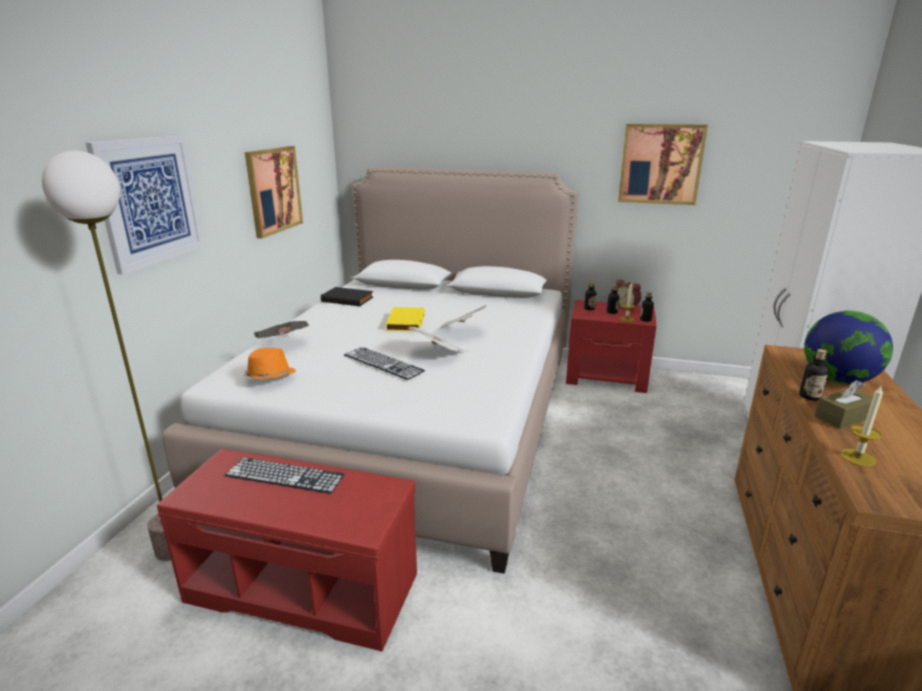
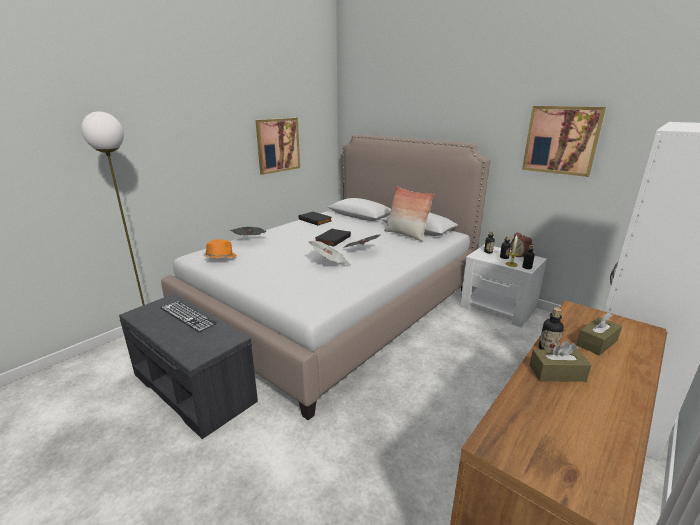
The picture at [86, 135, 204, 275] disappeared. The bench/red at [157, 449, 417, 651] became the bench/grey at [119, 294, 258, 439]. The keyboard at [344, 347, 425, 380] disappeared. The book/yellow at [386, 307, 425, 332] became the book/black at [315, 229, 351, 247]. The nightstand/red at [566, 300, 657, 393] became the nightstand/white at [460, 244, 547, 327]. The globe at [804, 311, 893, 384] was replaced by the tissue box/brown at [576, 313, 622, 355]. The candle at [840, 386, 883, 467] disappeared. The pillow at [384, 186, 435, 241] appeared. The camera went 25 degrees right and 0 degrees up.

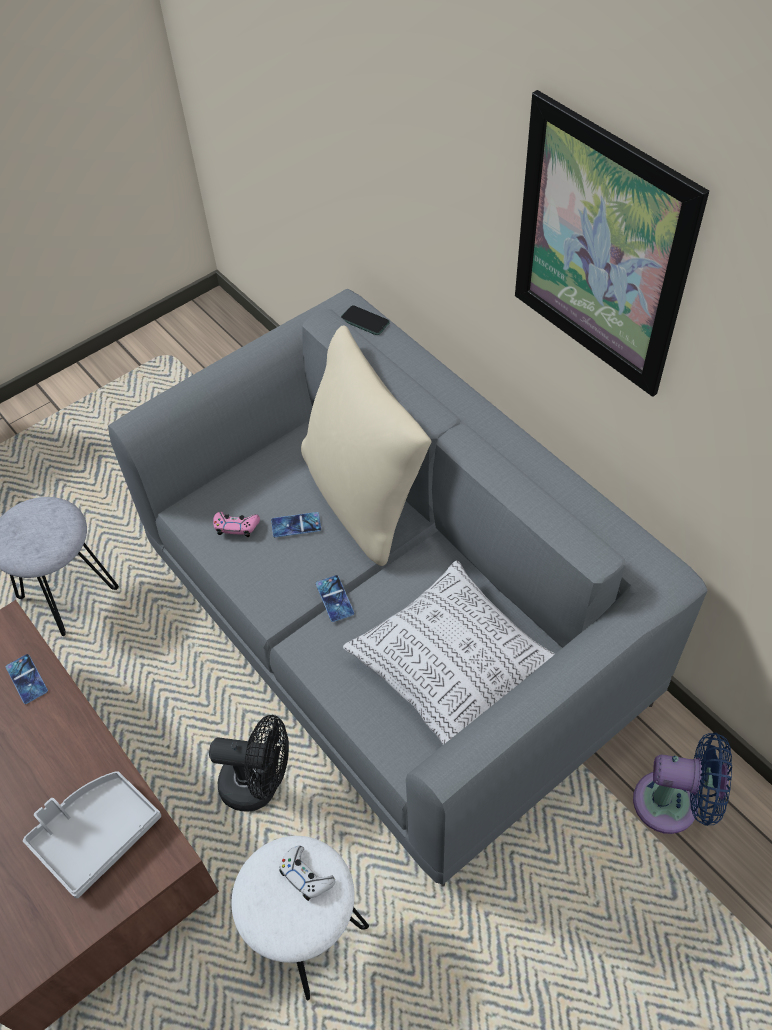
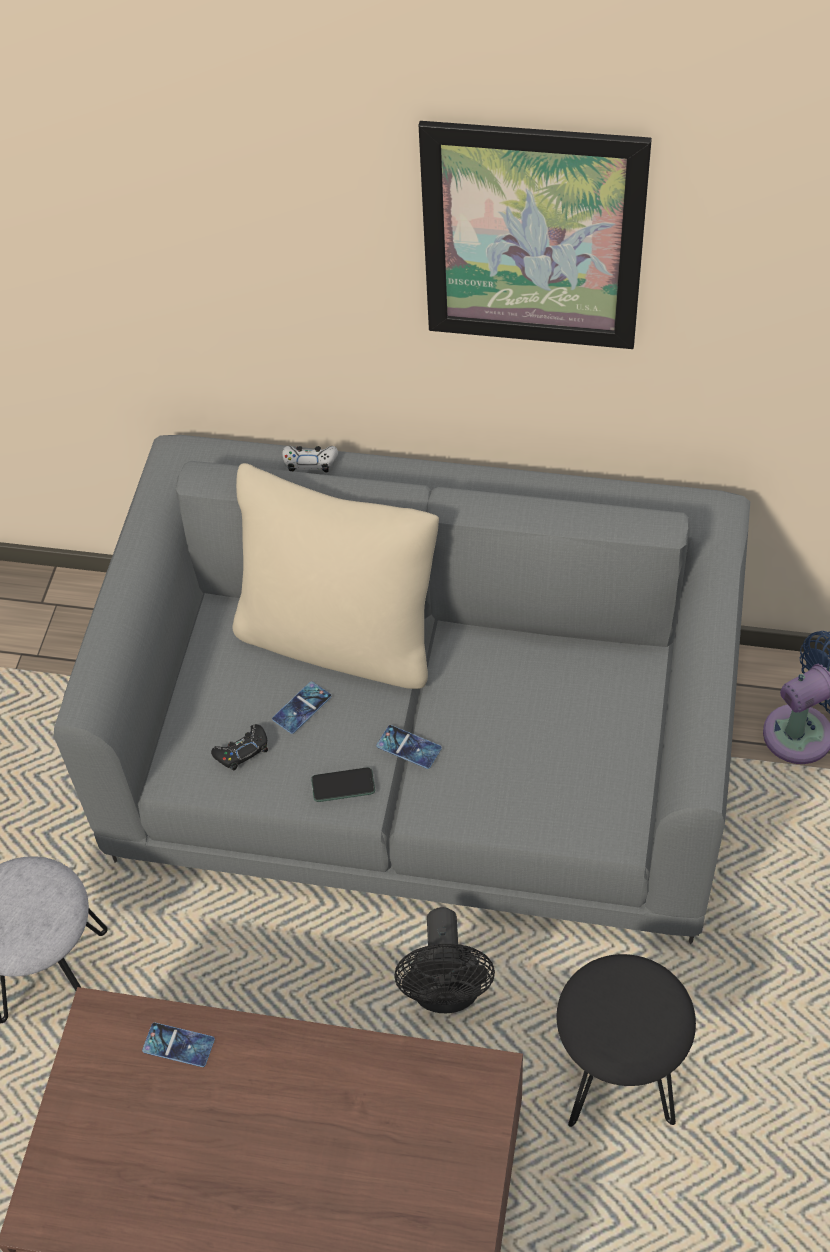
The tray/grey at [23, 771, 161, 898] disappeared. The fan/black at [209, 715, 289, 812] turned 120 degrees clockwise. The game controller/pink at [213, 512, 260, 537] became the game controller/black at [211, 724, 268, 770]. The stool/white at [231, 836, 369, 1000] became the stool/black at [557, 954, 696, 1127]. The game controller/white moved from [279, 845, 335, 901] to [282, 446, 338, 473]. The phone moved from [341, 305, 390, 335] to [311, 767, 375, 802]. The pillow at [343, 561, 556, 745] disappeared. The camera went 40 degrees left and 0 degrees up.

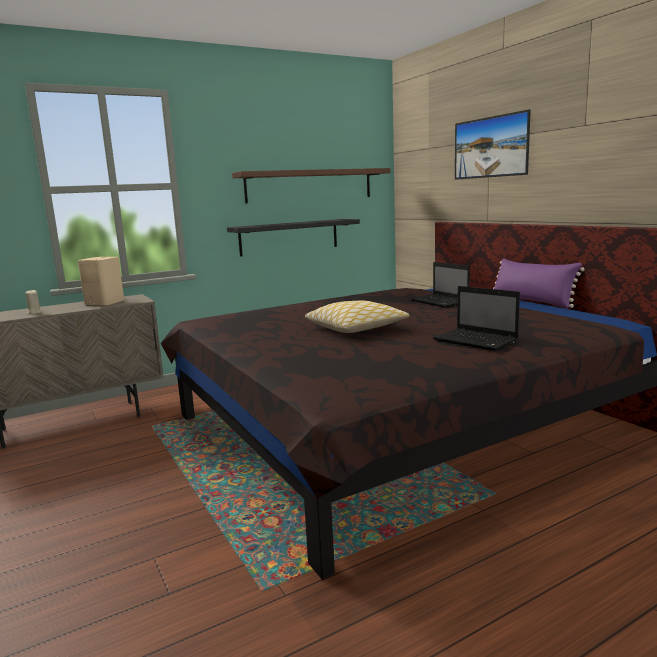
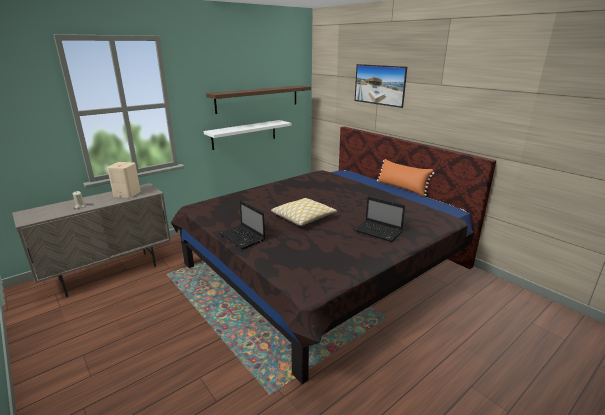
The shelf/black at [227, 219, 360, 256] became the shelf/white at [204, 120, 291, 150]. The laptop moved from [409, 262, 470, 308] to [219, 200, 265, 249]. The pillow/purple at [493, 258, 585, 308] became the pillow/orange at [377, 159, 435, 196]. The camera went 10 degrees left and 10 degrees up.

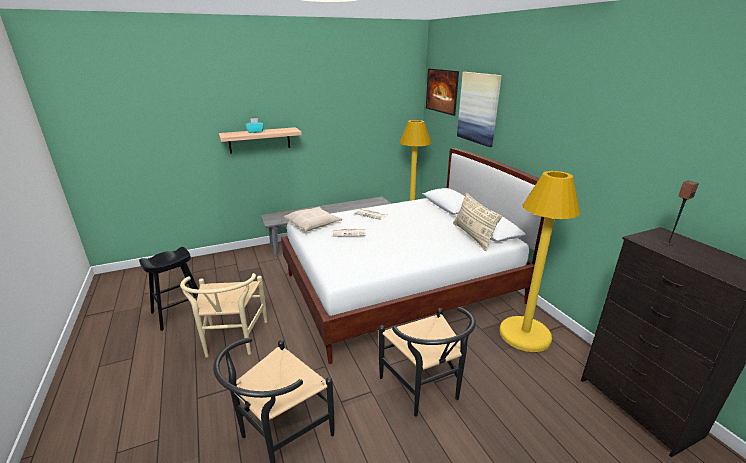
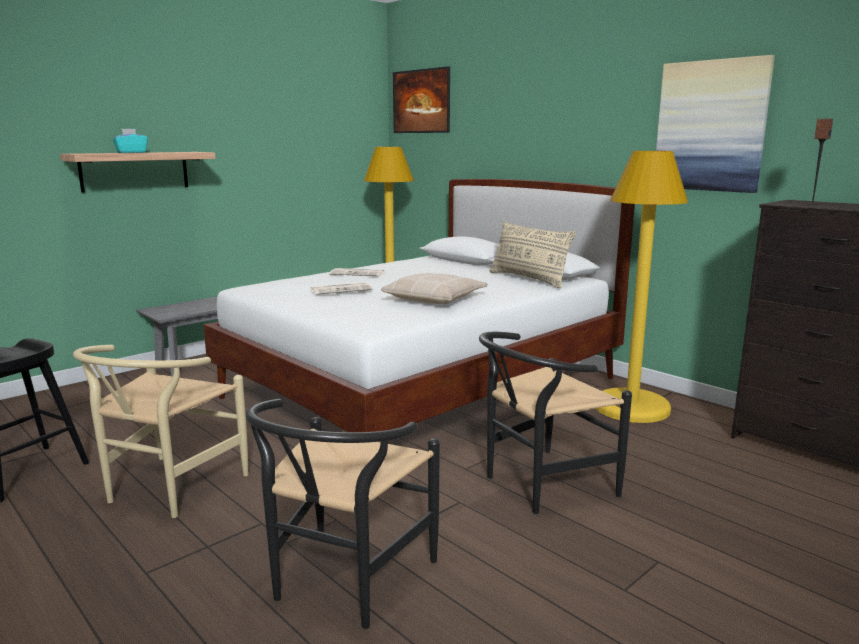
The chair/beige at [180, 273, 267, 358] turned 45 degrees clockwise. The pillow/beige moved from [284, 207, 342, 231] to [381, 273, 488, 304]. The chair/black at [379, 307, 476, 417] turned 105 degrees clockwise. The picture moved from [457, 72, 502, 147] to [656, 55, 775, 193]. The camera went 20 degrees left and 10 degrees down.

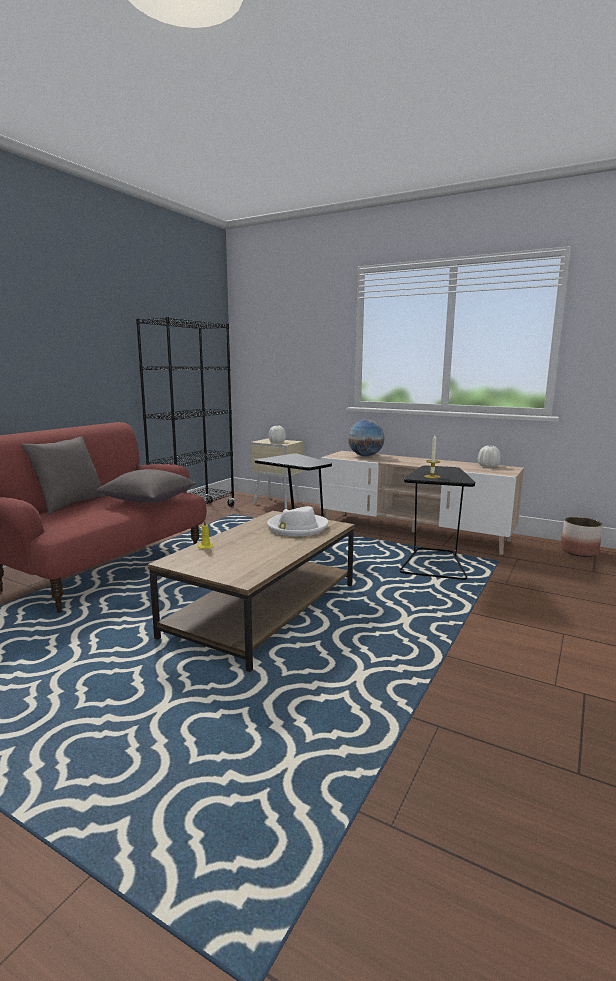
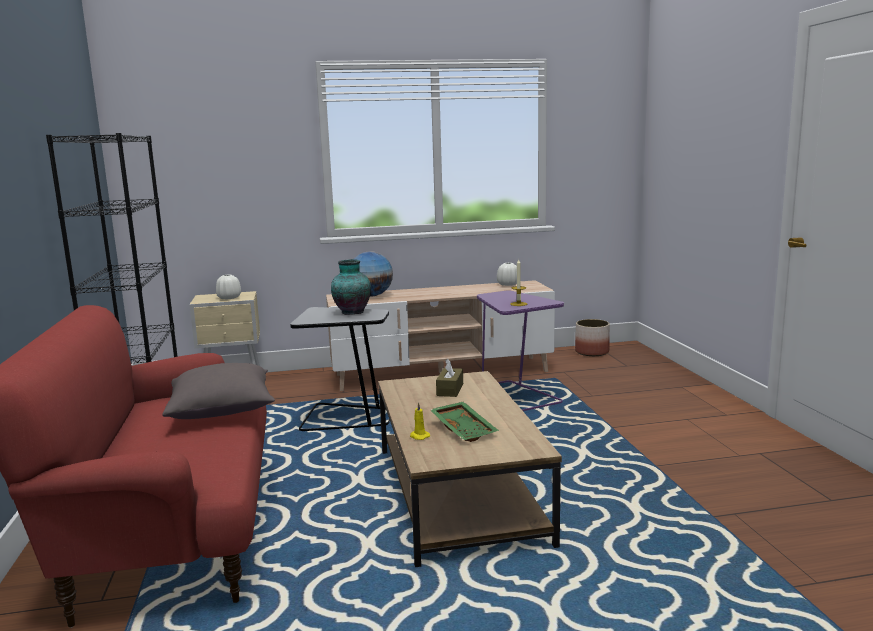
The pillow/grey at [21, 436, 105, 515] disappeared. The hat/white at [267, 506, 328, 536] was replaced by the tissue box/brown at [436, 359, 463, 397]. The side table/black at [399, 466, 476, 580] became the side table/purple at [477, 291, 564, 411]. The vase at [331, 259, 371, 315] appeared. The tray/green at [430, 401, 499, 442] appeared. The camera went 40 degrees left and 0 degrees up.

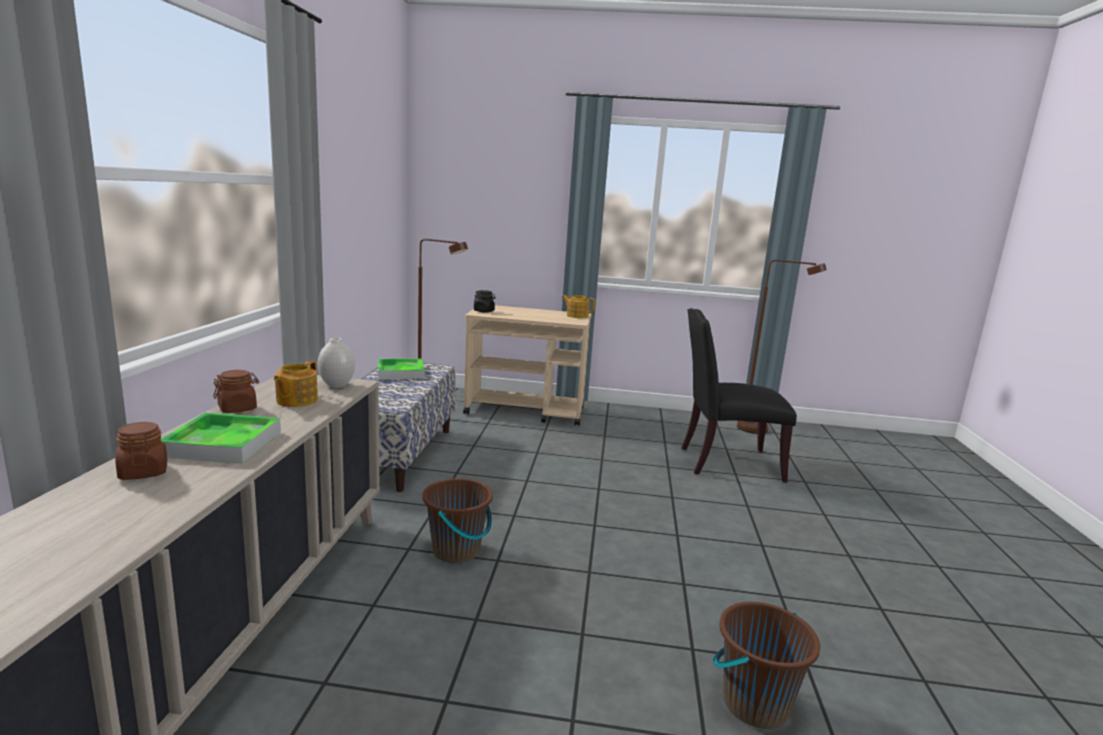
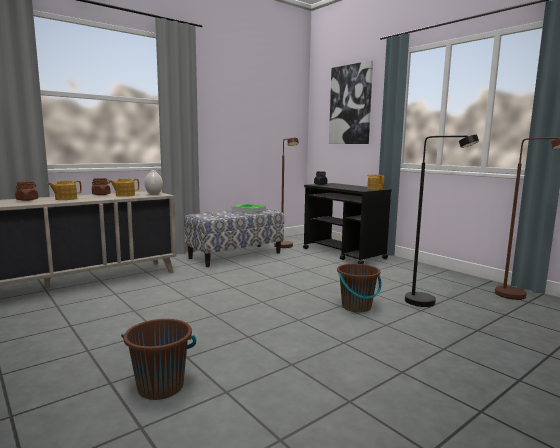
The tray at [161, 412, 281, 463] was replaced by the teapot at [47, 180, 82, 200]. The bucket/brown moved from [422, 478, 493, 563] to [337, 264, 382, 312]. The cart/beige at [463, 305, 592, 426] became the cart/black at [303, 183, 392, 264]. The chair/black at [681, 308, 797, 483] was replaced by the floor lamp/black at [405, 135, 479, 307]. The picture at [329, 61, 373, 144] appeared. The camera went 45 degrees right and 5 degrees down.

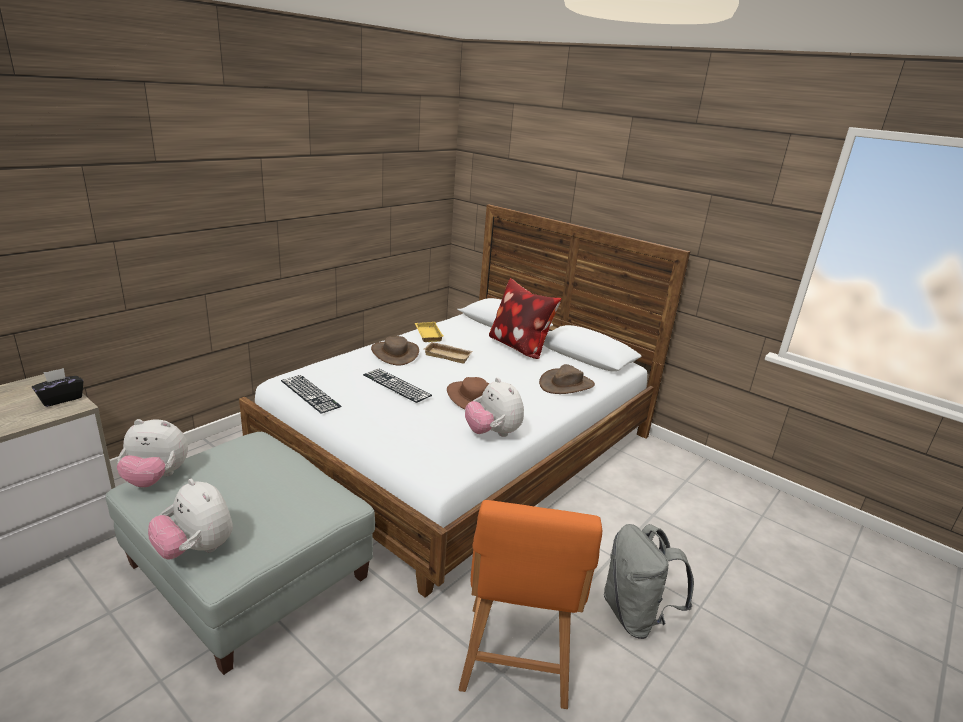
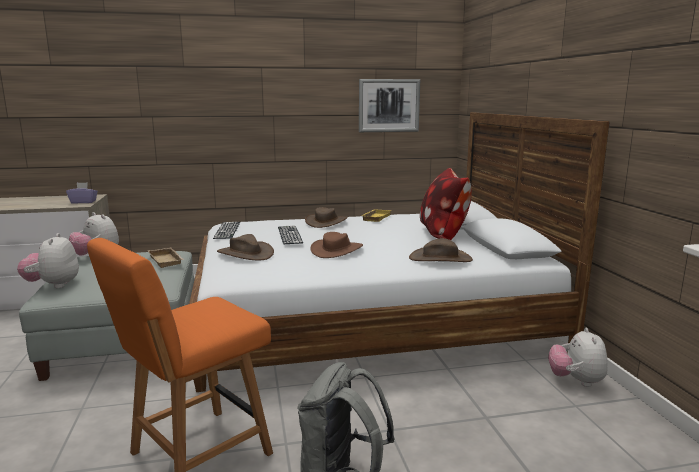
The tissue box/black at [32, 368, 83, 407] became the tissue box/purple at [66, 182, 98, 204]. The tray/beige moved from [424, 342, 473, 364] to [147, 248, 184, 268]. The plush toy moved from [465, 378, 524, 437] to [548, 328, 608, 387]. The hat/brown at [217, 234, 274, 260] appeared. The picture at [359, 79, 420, 132] appeared. The camera went 40 degrees right and 10 degrees down.

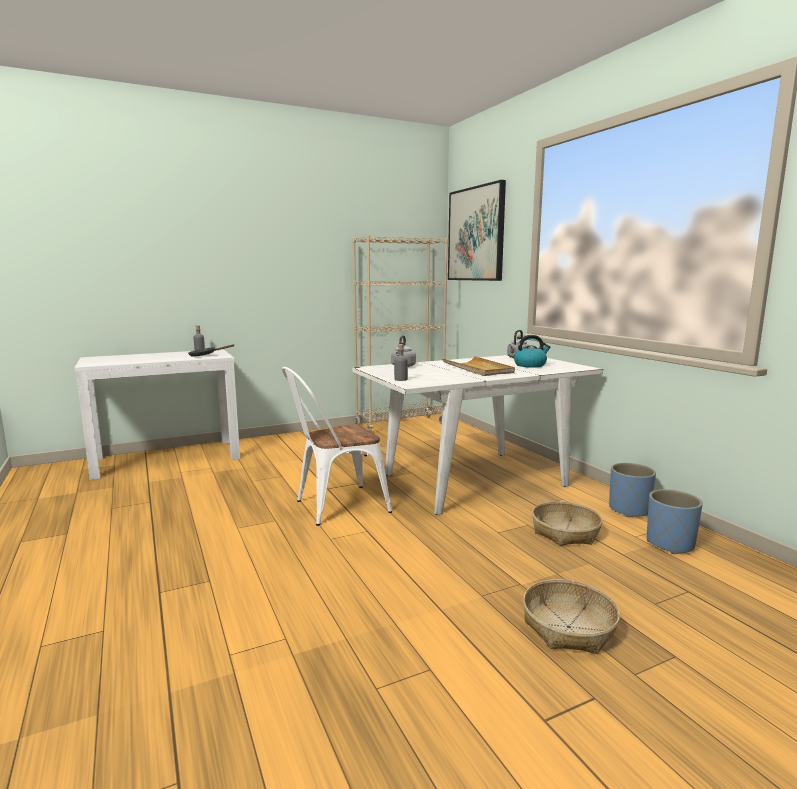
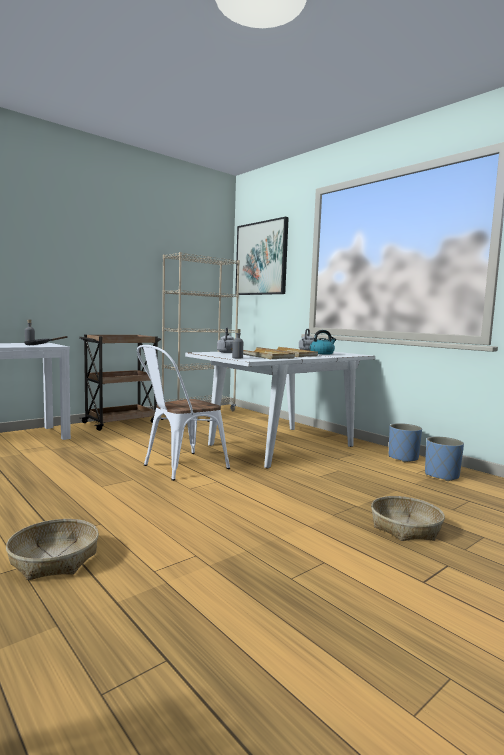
The basket moved from [532, 501, 603, 546] to [6, 519, 99, 580]. The cart/brown at [79, 335, 162, 431] appeared. The tray/beige at [231, 348, 295, 359] appeared. The camera went 15 degrees left and 5 degrees down.

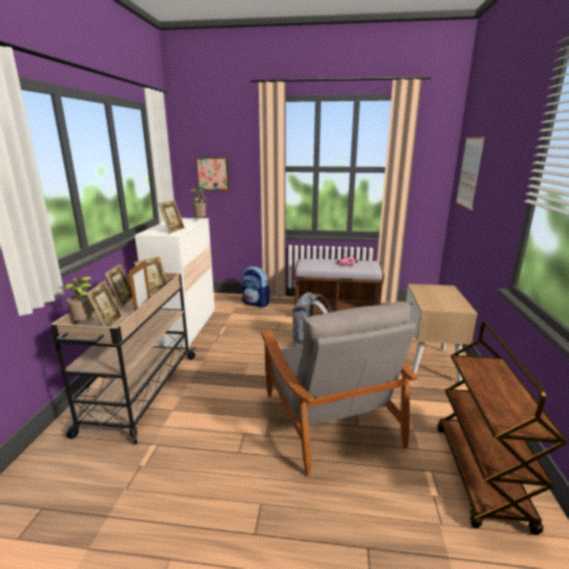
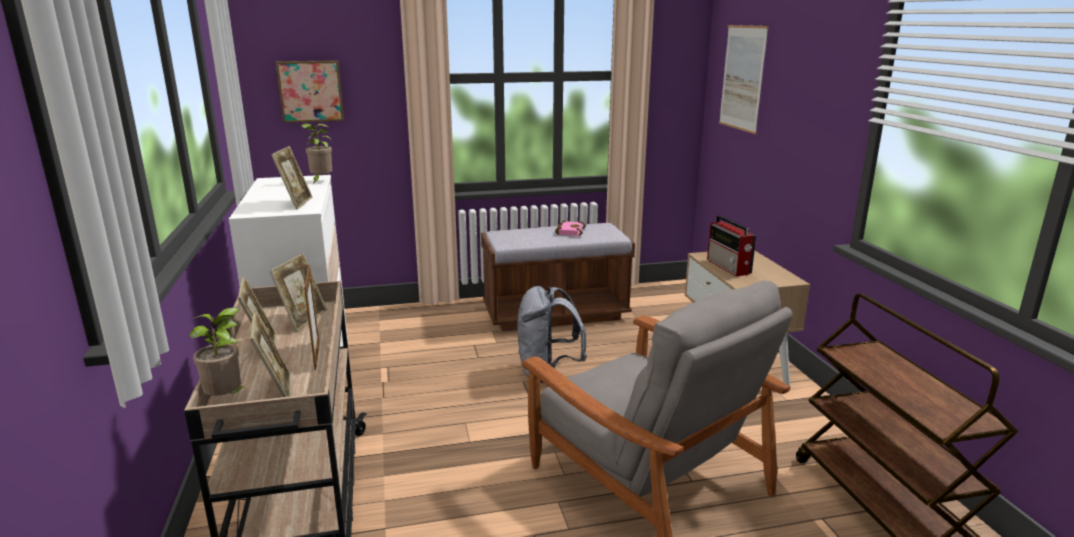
The backpack at [242, 267, 270, 308] disappeared. The radio at [707, 215, 756, 277] appeared. The camera went 20 degrees left and 0 degrees up.

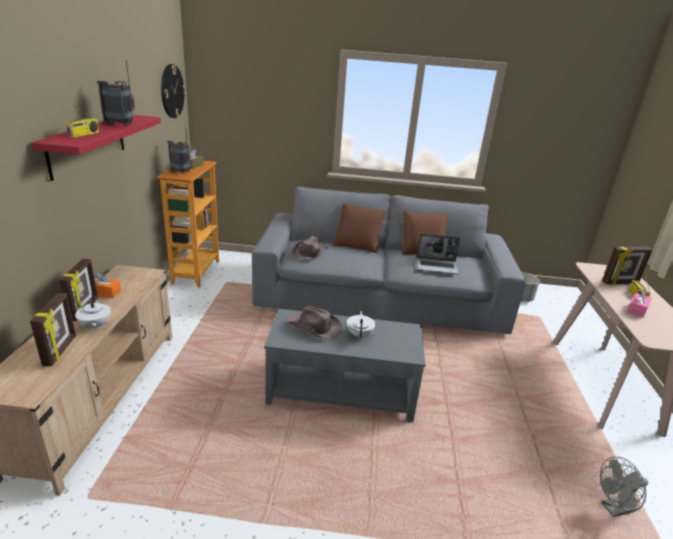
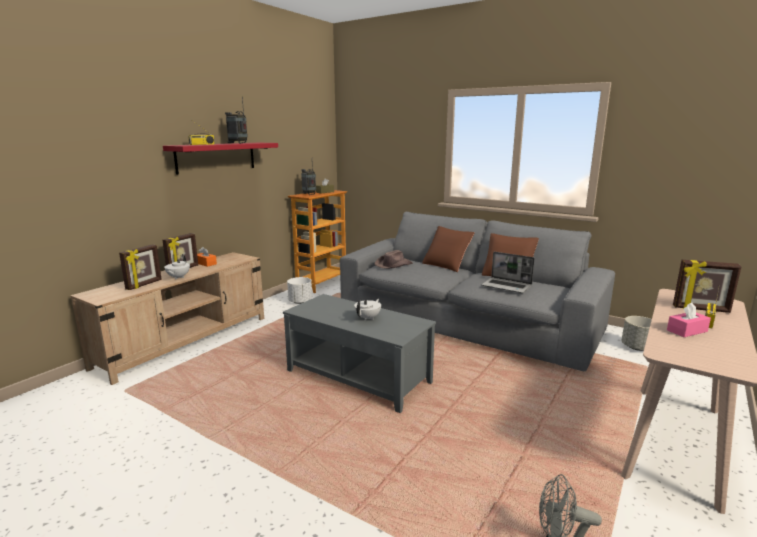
The wall clock at [161, 64, 186, 118] disappeared. The hat/brown at [287, 306, 342, 340] disappeared. The planter/white at [287, 277, 312, 304] appeared. The camera went 30 degrees right and 10 degrees down.

